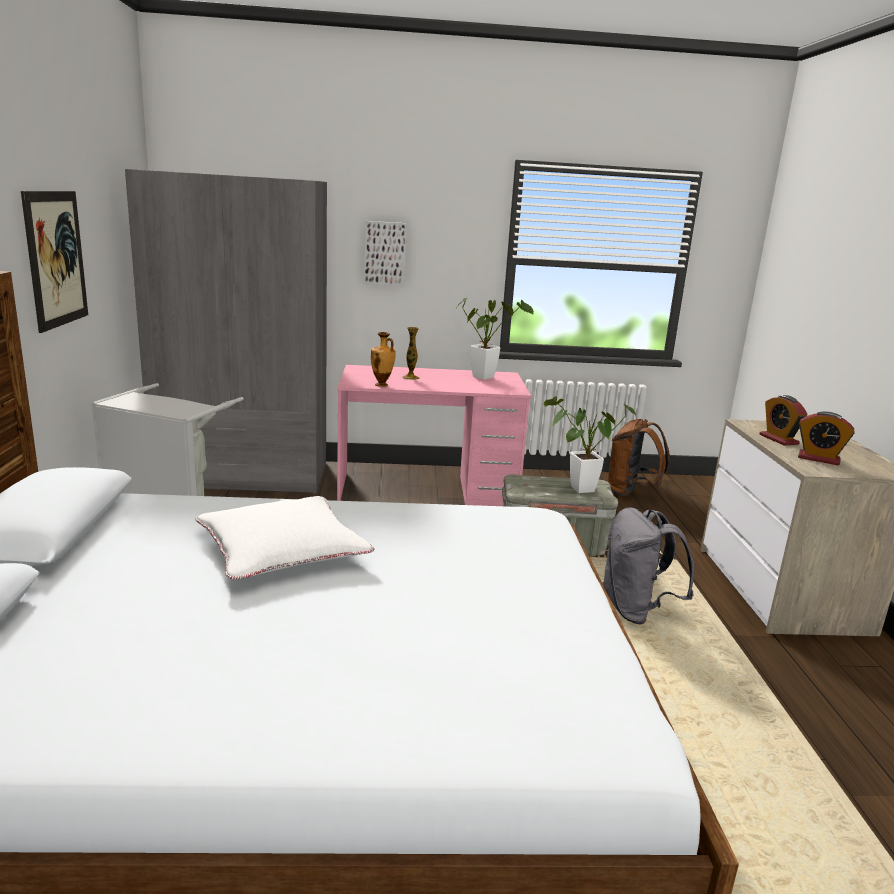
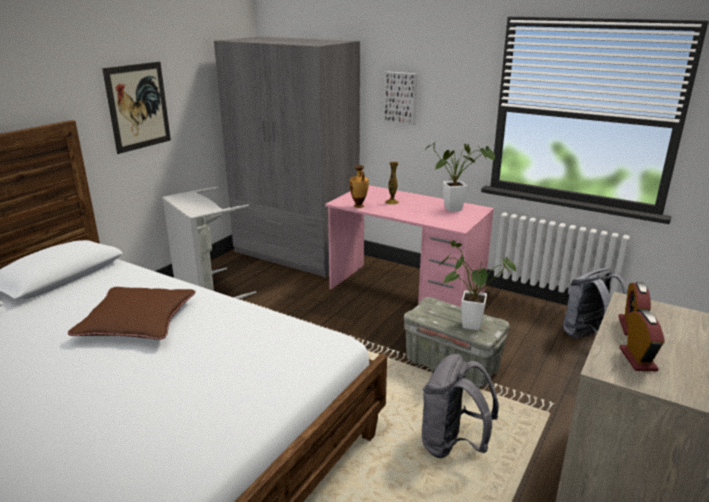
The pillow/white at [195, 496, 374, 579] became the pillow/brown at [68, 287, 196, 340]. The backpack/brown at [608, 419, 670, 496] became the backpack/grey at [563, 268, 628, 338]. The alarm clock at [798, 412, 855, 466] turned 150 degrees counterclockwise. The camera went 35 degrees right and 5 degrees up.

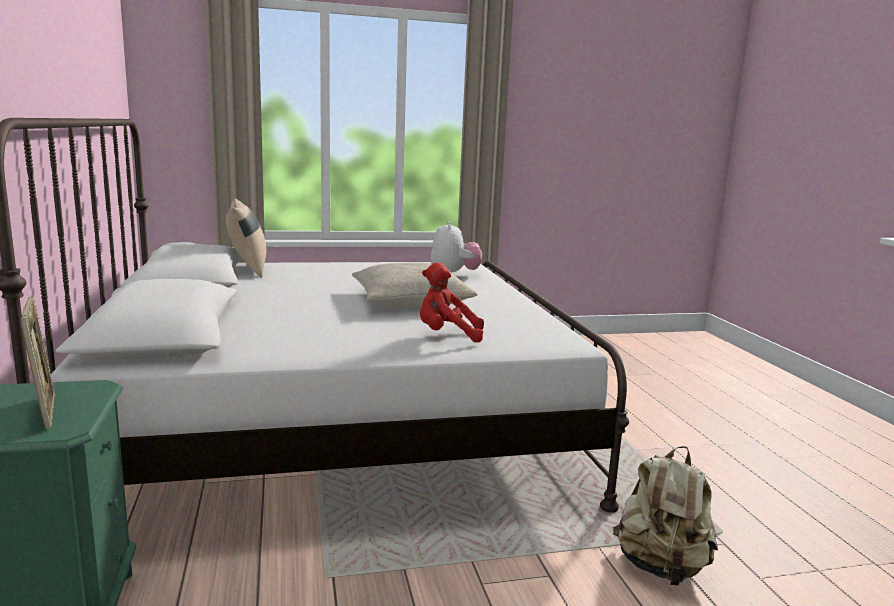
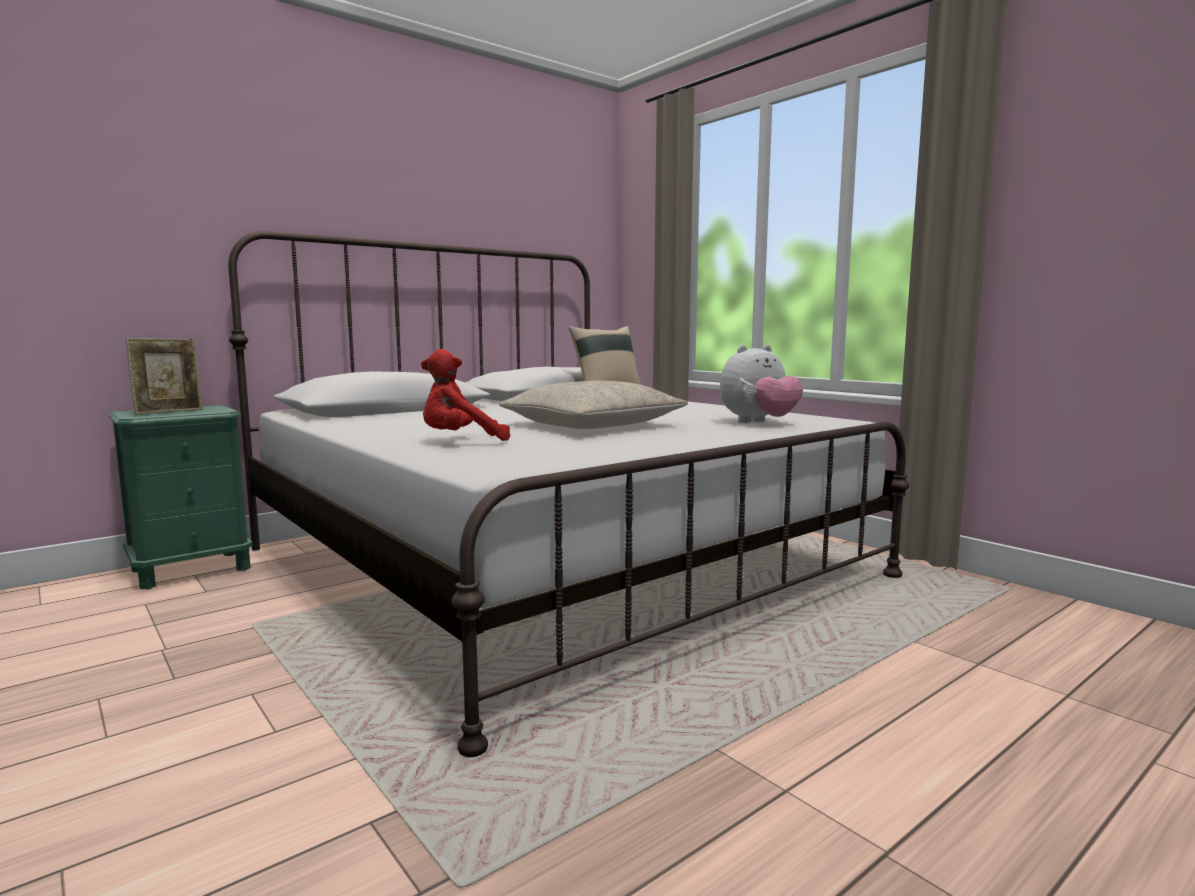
The plush toy/red at [420, 262, 484, 343] turned 90 degrees counterclockwise. The backpack/beige at [613, 446, 718, 586] disappeared. The camera went 65 degrees right and 5 degrees down.

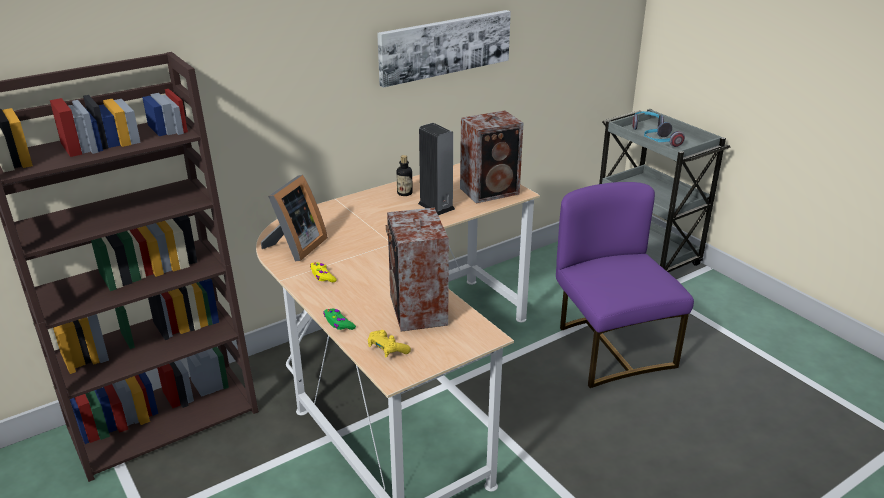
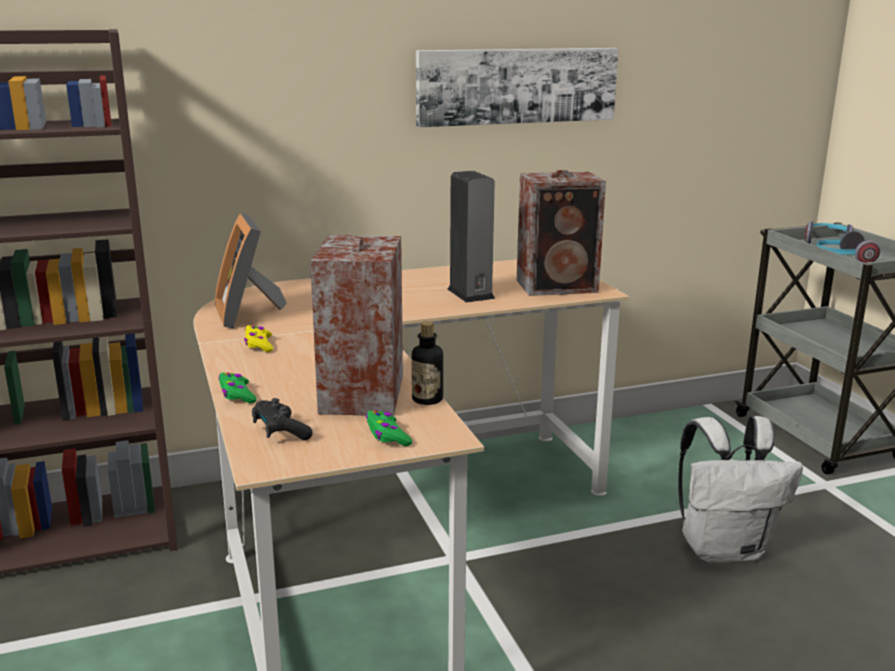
The picture frame at [261, 175, 328, 261] turned 120 degrees clockwise. The game controller/yellow at [368, 330, 411, 357] became the game controller/black at [252, 398, 313, 440]. The bottle moved from [396, 155, 413, 196] to [412, 321, 443, 405]. The chair/purple at [556, 182, 694, 388] was replaced by the backpack/white at [678, 416, 803, 563]. The game controller/green at [366, 410, 412, 446] appeared. The camera went 15 degrees right and 10 degrees down.

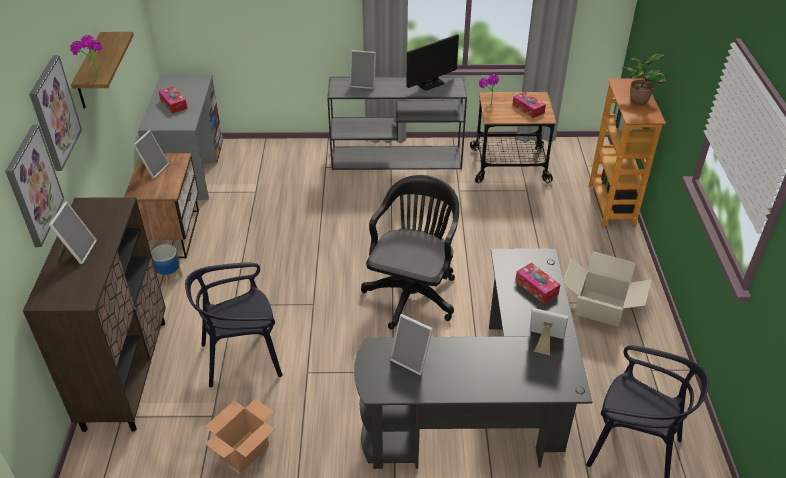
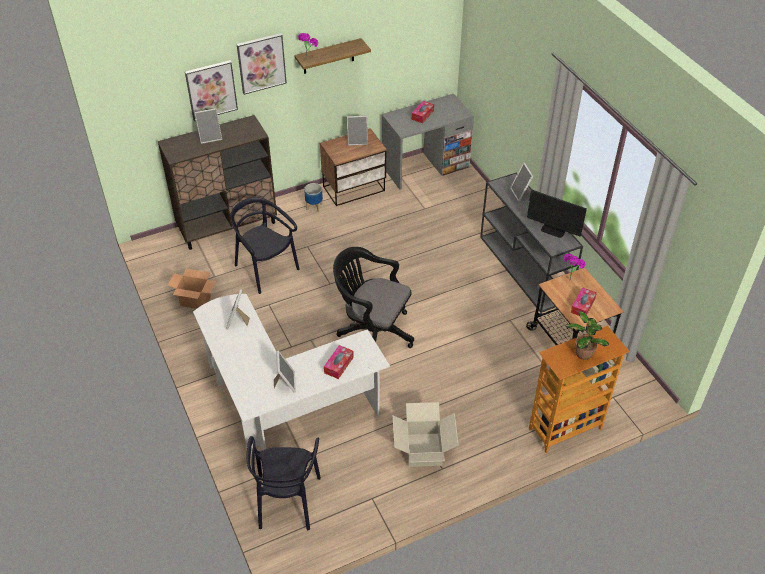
The desk/black at [354, 248, 593, 469] became the desk/white at [193, 294, 390, 450]. The office chair/black at [361, 175, 459, 329] turned 150 degrees counterclockwise. The camera went 65 degrees right and 5 degrees up.

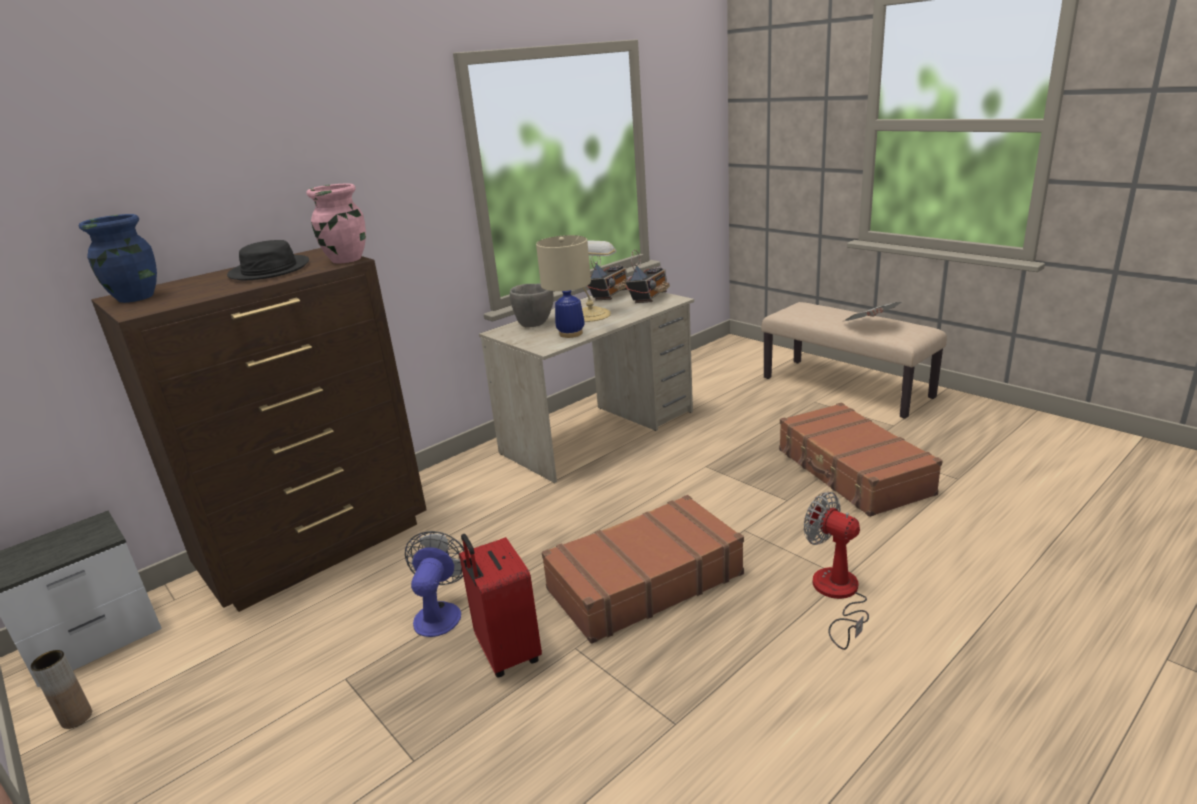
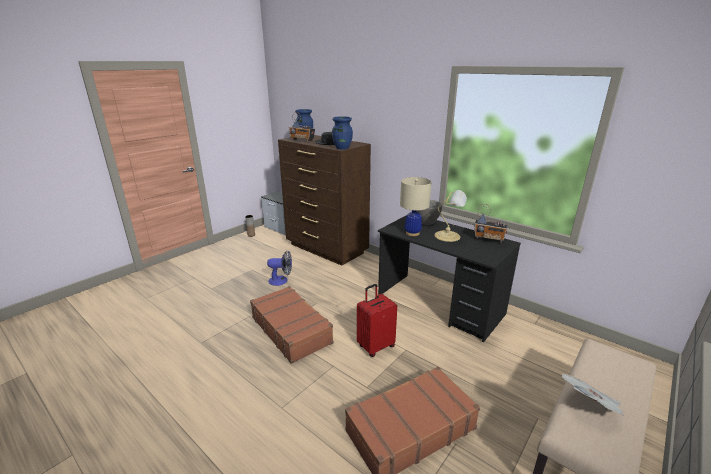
The vase/pink at [306, 183, 366, 264] became the vase/blue at [332, 116, 353, 150]. The suitcase/red moved from [459, 534, 542, 677] to [357, 284, 397, 357]. The desk/beige at [479, 290, 694, 483] became the desk/black at [378, 216, 521, 342]. The radio moved from [626, 250, 670, 303] to [289, 112, 315, 141]. The fan at [804, 492, 869, 650] disappeared. The camera went 80 degrees right and 0 degrees up.

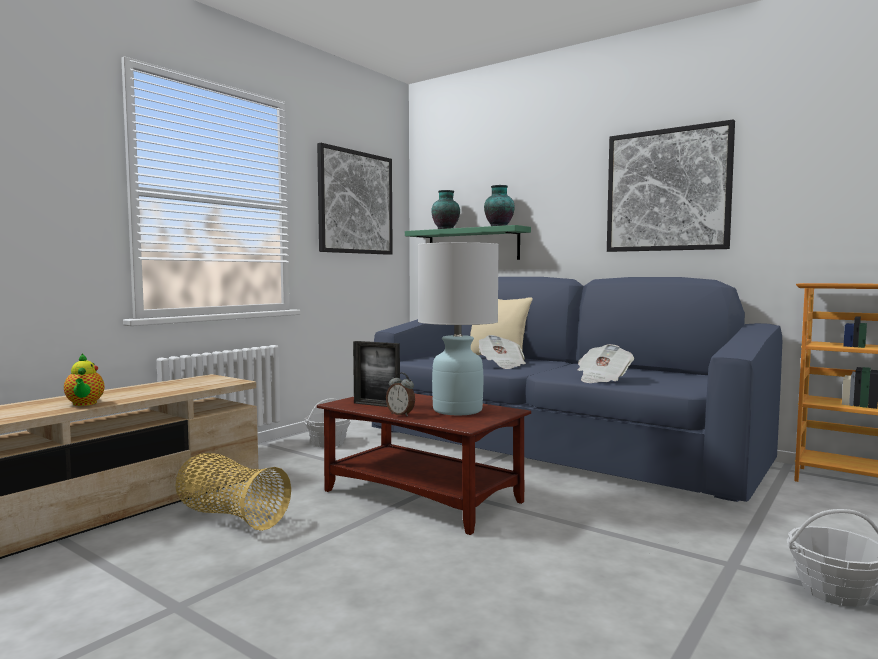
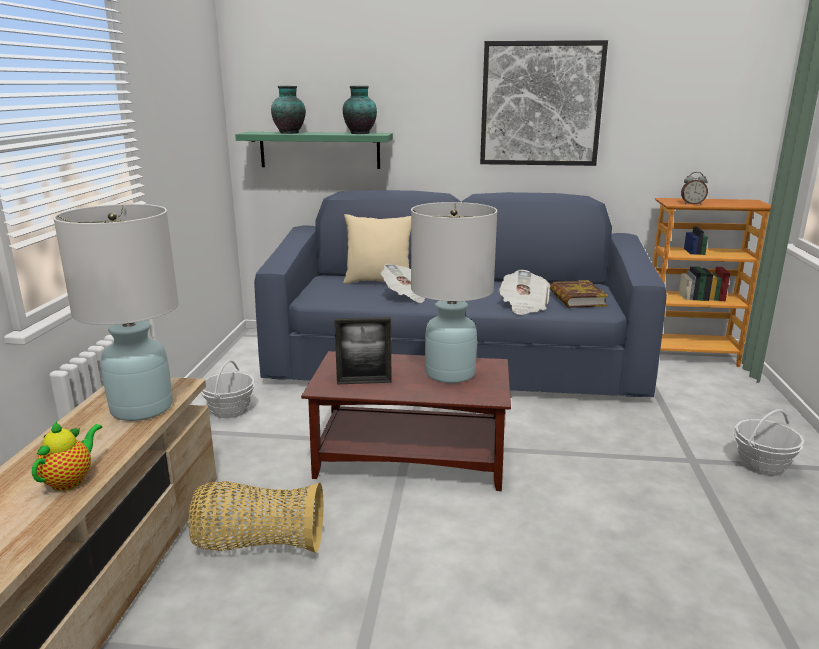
The teapot at [64, 353, 105, 406] turned 105 degrees counterclockwise. The picture at [317, 143, 393, 255] disappeared. The alarm clock moved from [386, 373, 415, 416] to [681, 172, 708, 205]. The table lamp/white at [53, 204, 179, 421] appeared. The book at [550, 280, 608, 308] appeared. The camera went 30 degrees left and 15 degrees up.

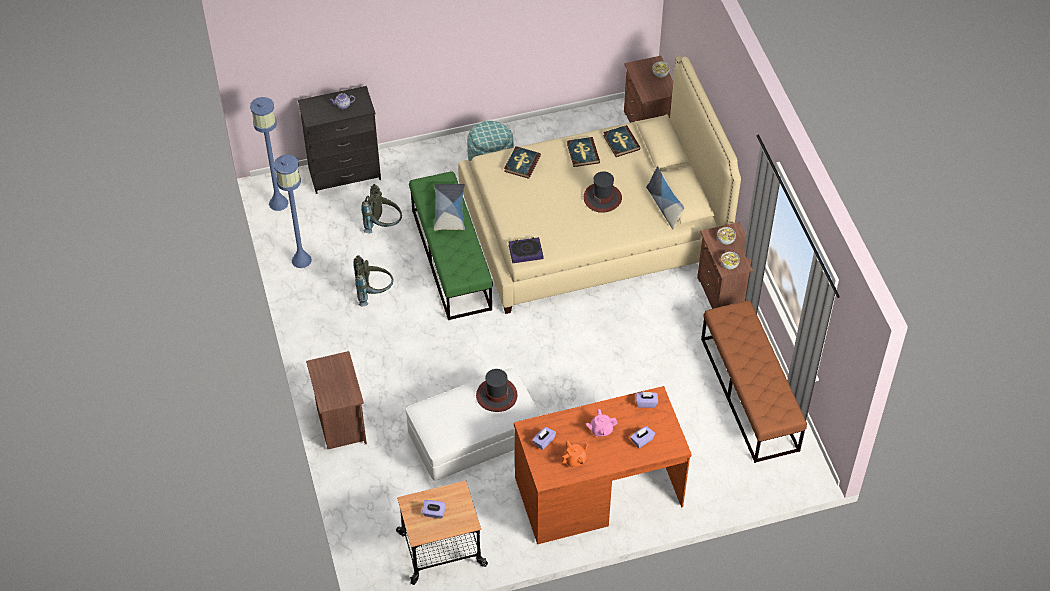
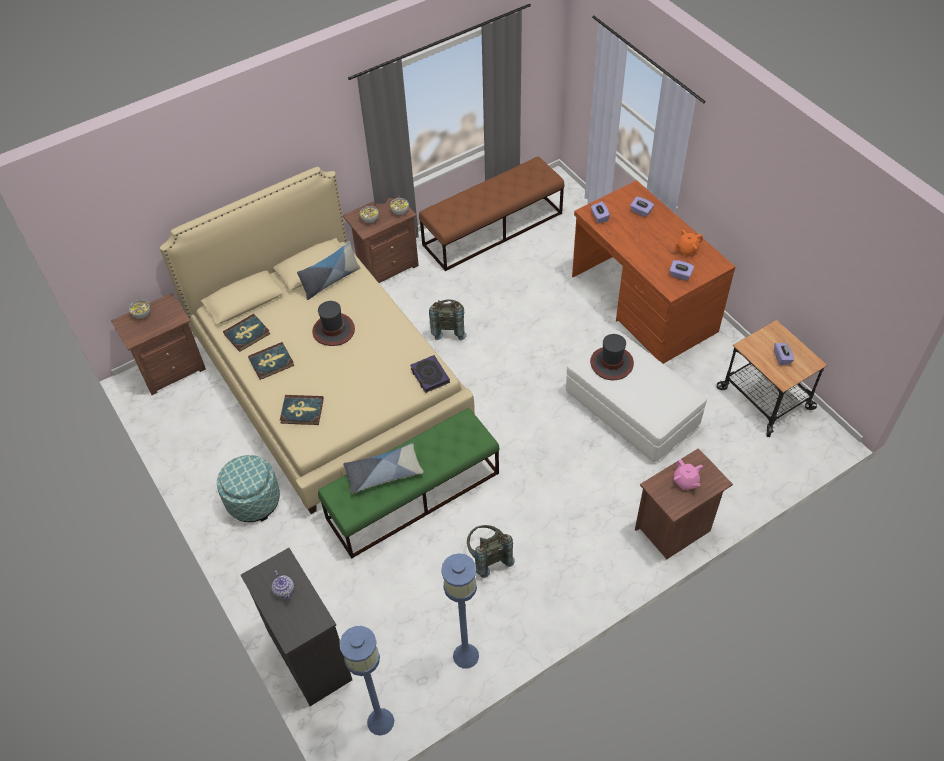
The backpack/grey moved from [361, 184, 402, 233] to [429, 299, 467, 340]. The teapot/orange at [561, 440, 589, 468] turned 60 degrees counterclockwise. The teapot/pink moved from [586, 409, 618, 437] to [674, 459, 703, 490]. The camera went 105 degrees left and 0 degrees up.

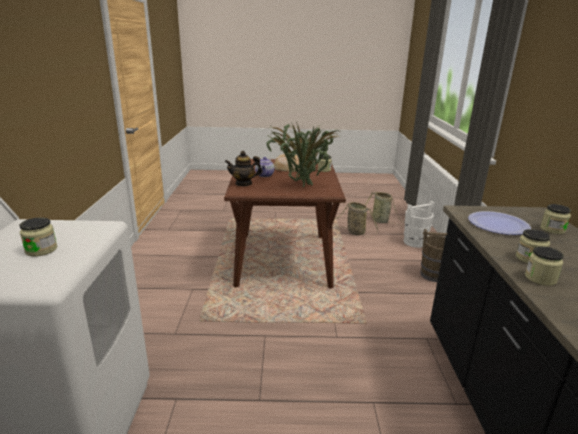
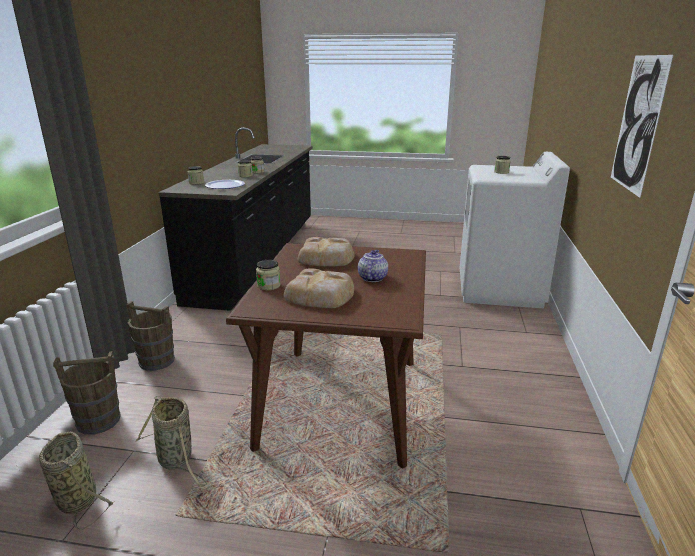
The teapot at [225, 151, 262, 186] disappeared. The potted plant at [266, 122, 342, 187] was replaced by the bread at [297, 237, 355, 266]. The bucket/white at [403, 201, 434, 248] became the bucket/brown at [53, 351, 121, 435]. The picture at [611, 55, 673, 198] appeared. The camera went 170 degrees left and 0 degrees up.

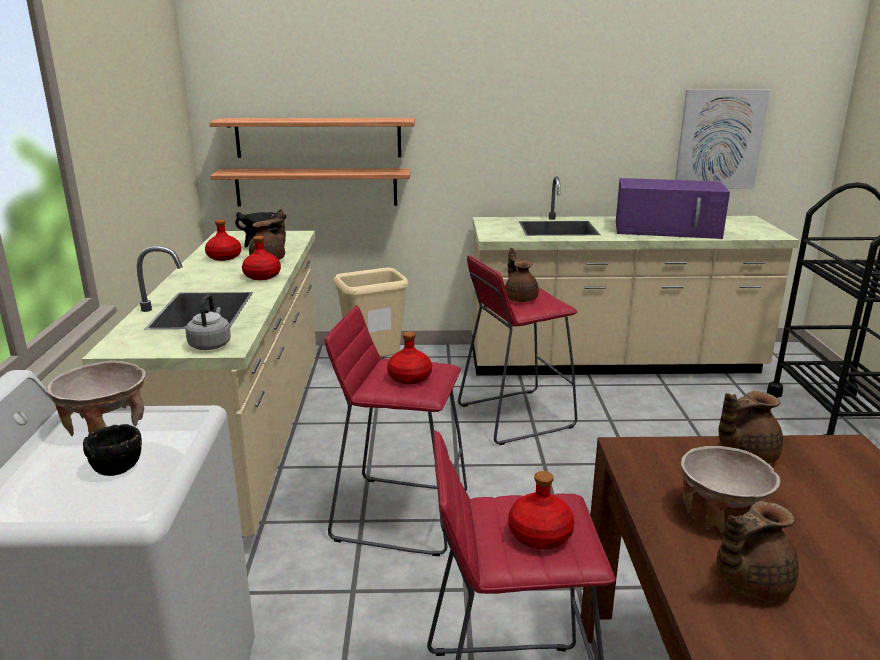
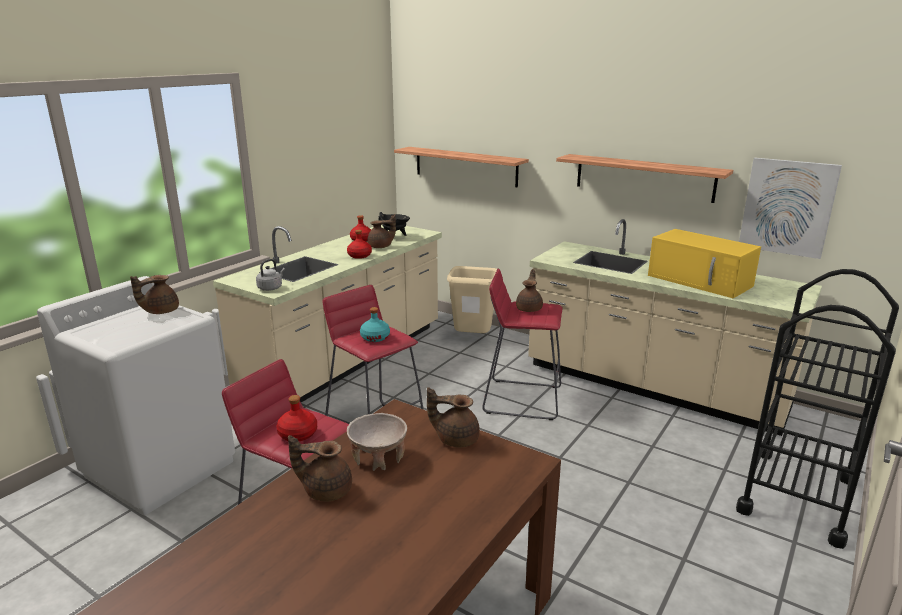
The bowl/beige at [47, 360, 146, 436] was replaced by the teapot/brown at [130, 275, 179, 314]. The bowl/black at [83, 424, 142, 476] disappeared. The shelf moved from [210, 168, 411, 207] to [556, 154, 733, 203]. The bottle/red at [387, 331, 432, 384] became the bottle/turquoise at [360, 307, 390, 342]. The microwave/purple at [616, 178, 730, 239] became the microwave/yellow at [648, 229, 761, 298]. The camera went 35 degrees right and 0 degrees up.

